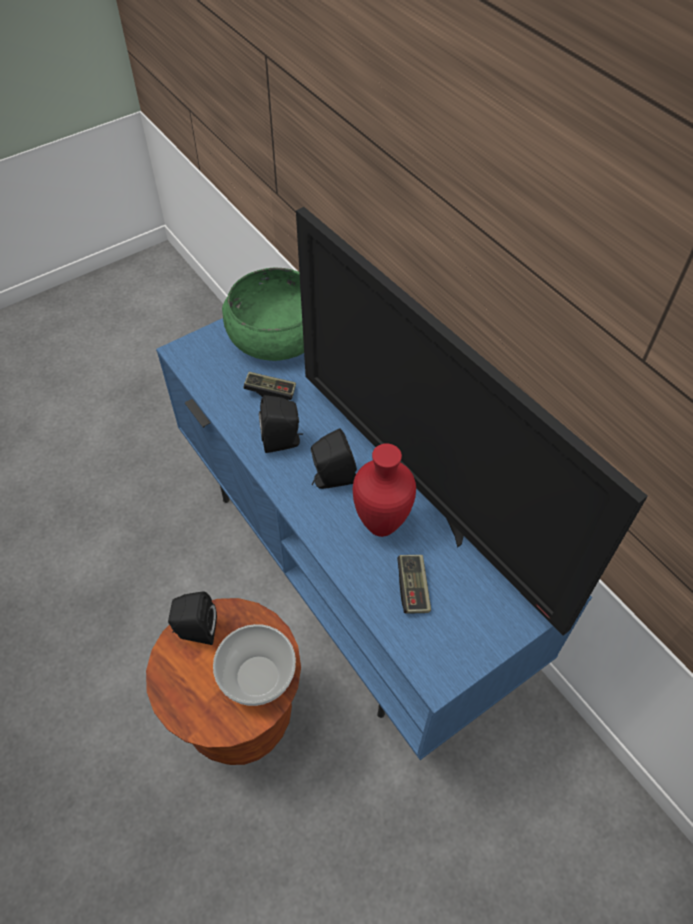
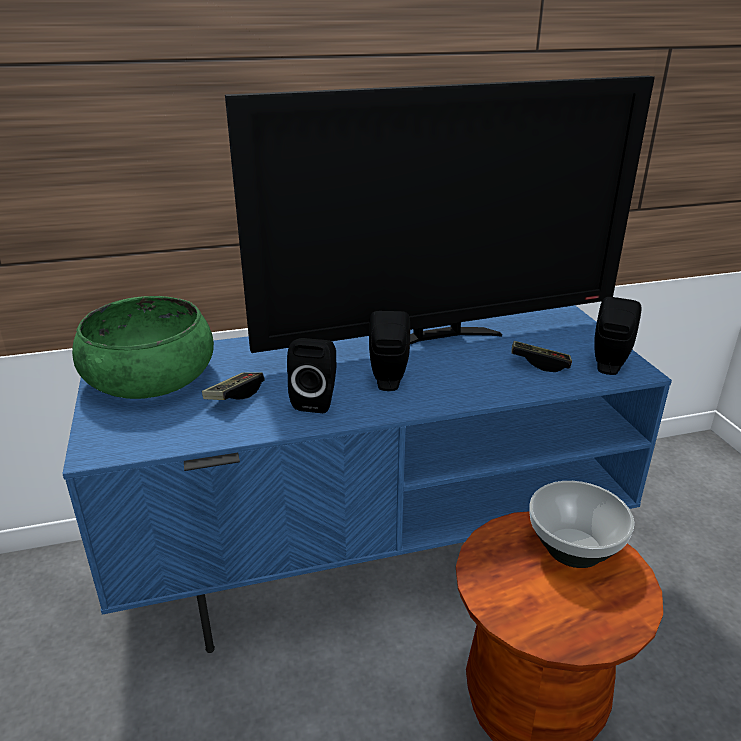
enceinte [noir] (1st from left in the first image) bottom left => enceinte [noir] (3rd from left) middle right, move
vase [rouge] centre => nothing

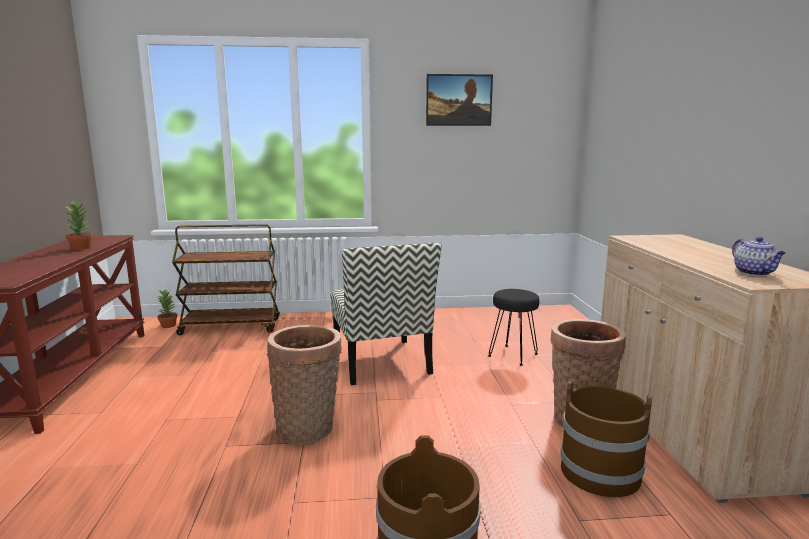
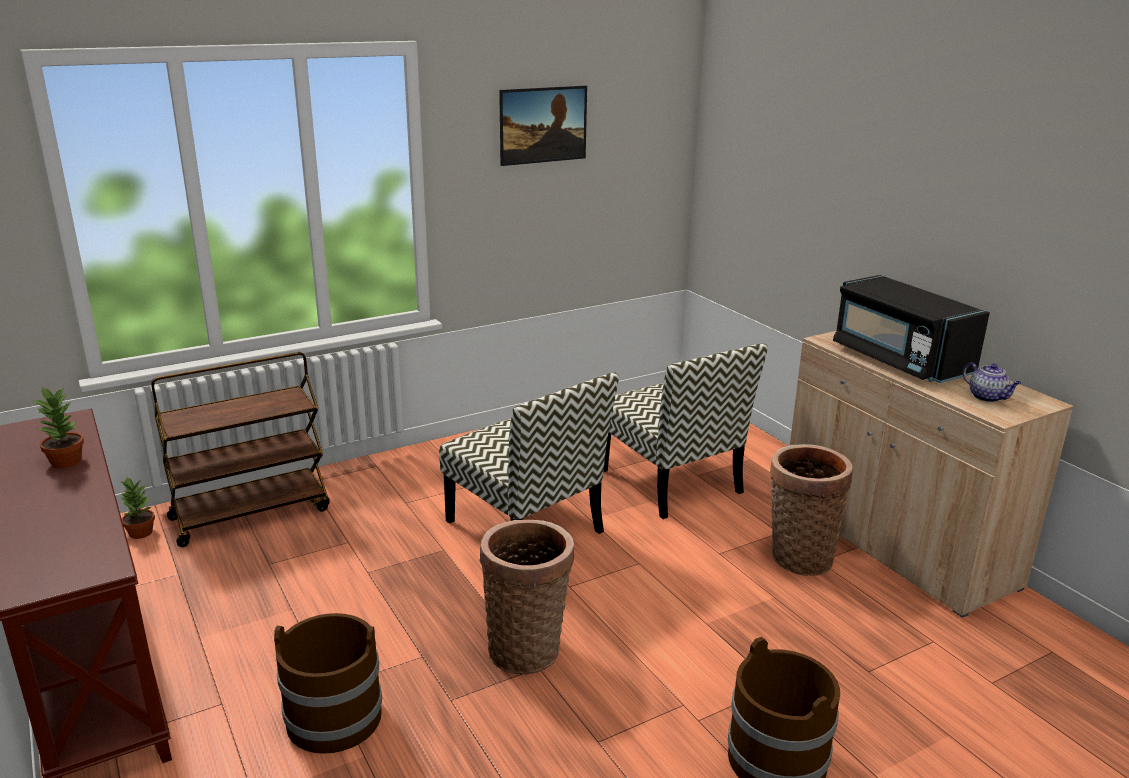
seau [marron] (2nd from left in the first image) bottom right => seau [marron] (1st from left) bottom left, move
tabouret [noir] centre => chaise (2nd from left) centre
nothing => micro-ondes [noir] middle right

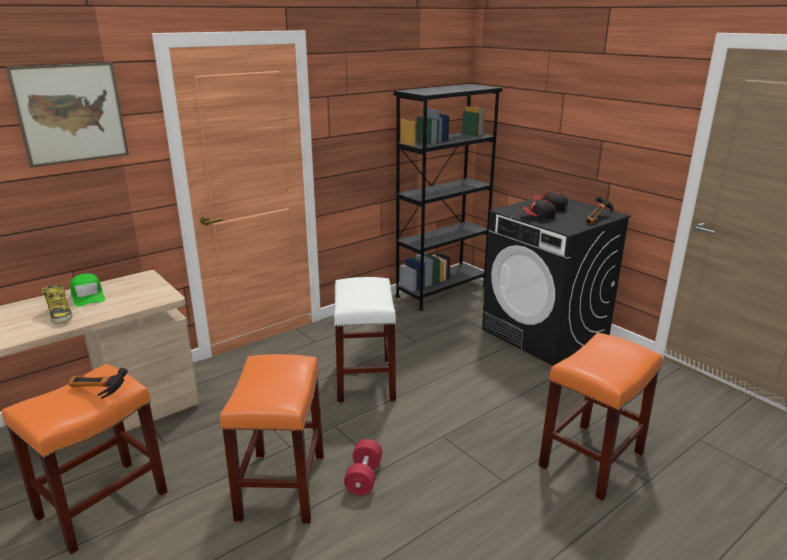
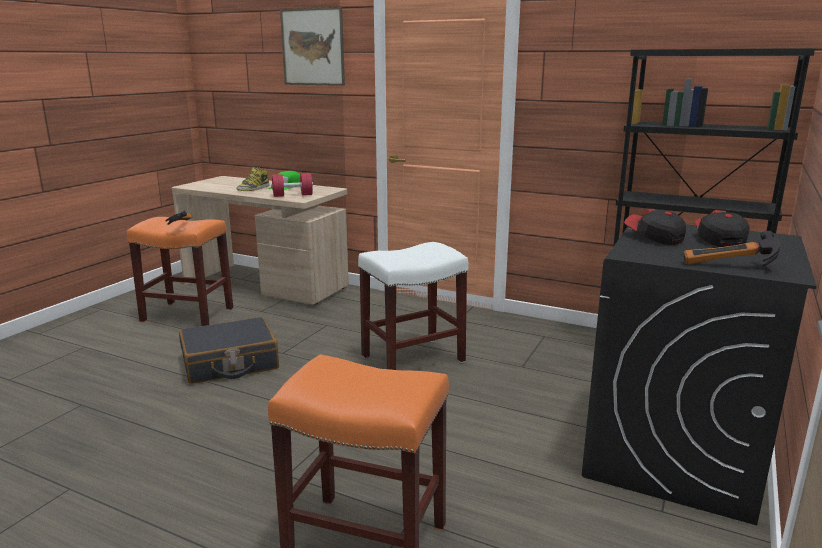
tabouret [orange] (2nd from left) bottom centre => valise [noir] middle left
haltère [rouge] bottom centre => haltère [rouge] centre, move

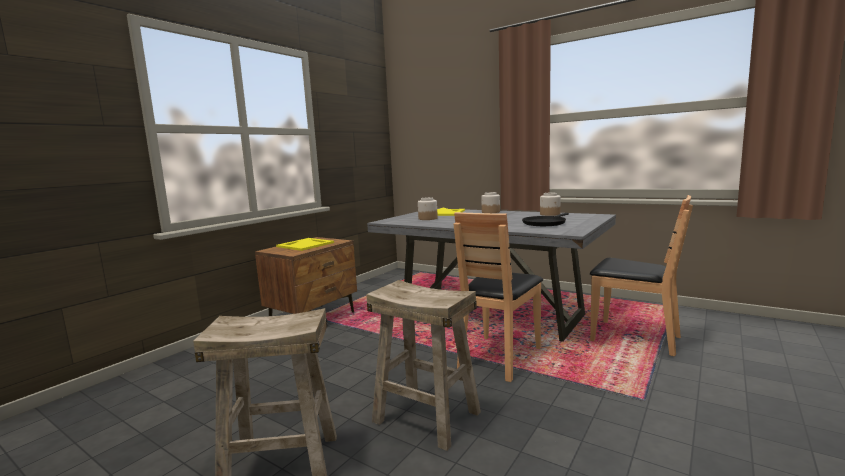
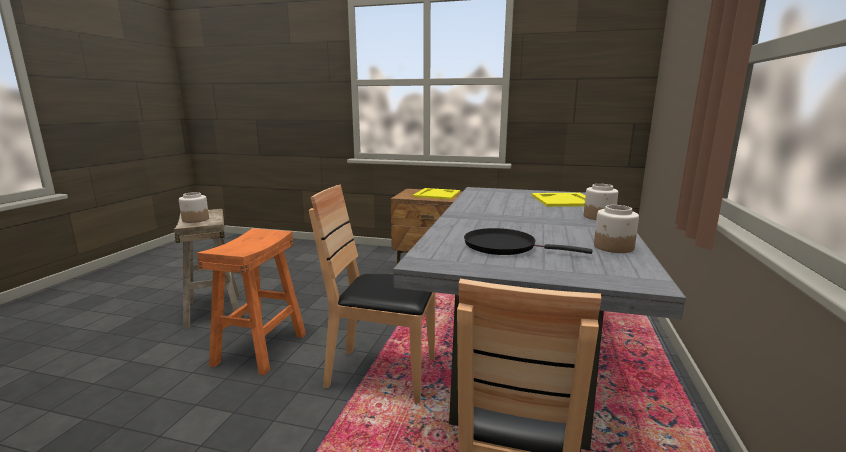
bocal (1st from left) centre => bocal (1st from left) middle left, move
tabouret [beige] (2nd from left) bottom centre => tabouret [orange] middle left

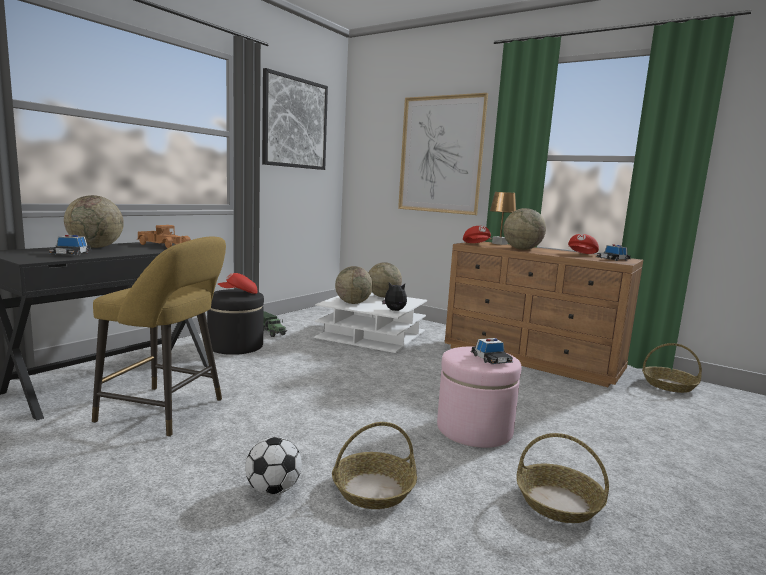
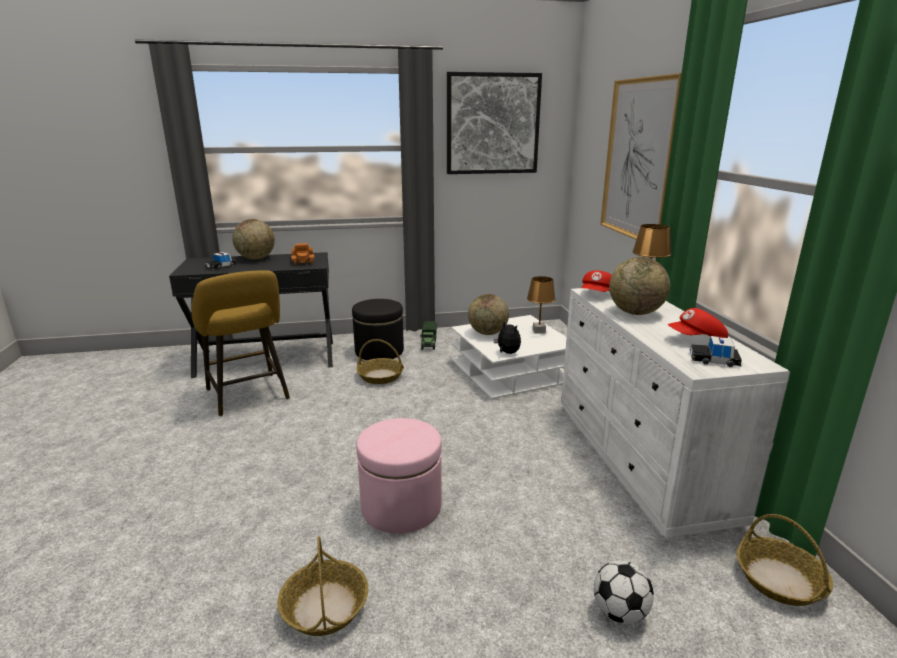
panier (1st from left in the first image) bottom centre => panier (2nd from left) centre, move
globe (3rd from left) centre => lampe de table [marron] (1st from left) centre
commode [marron] middle right => commode [blanc] middle right
ballon de foot bottom centre => ballon de foot bottom right, move
casquette [rouge] (1st from left) middle left => nothing
petite voiture (2nd from left) centre => nothing

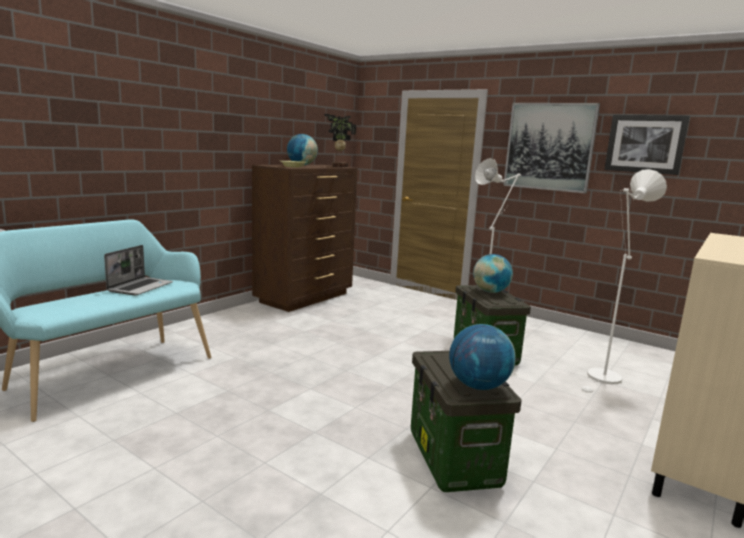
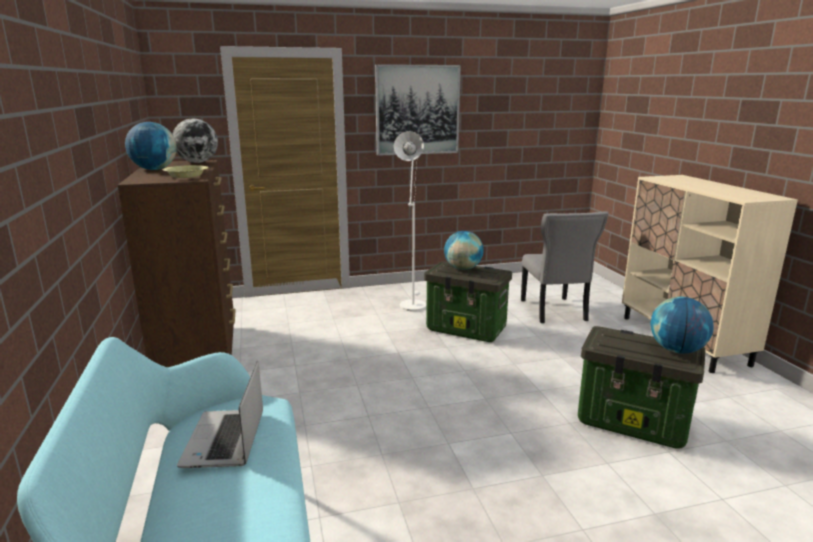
plante en pot top centre => globe (2nd from left) top left
ordinateur portable middle left => ordinateur portable bottom left, 150 degrees counterclockwise
lampadaire [blanc] (2nd from left) middle right => chaise [gris] middle right
tableau (2nd from left) top right => nothing

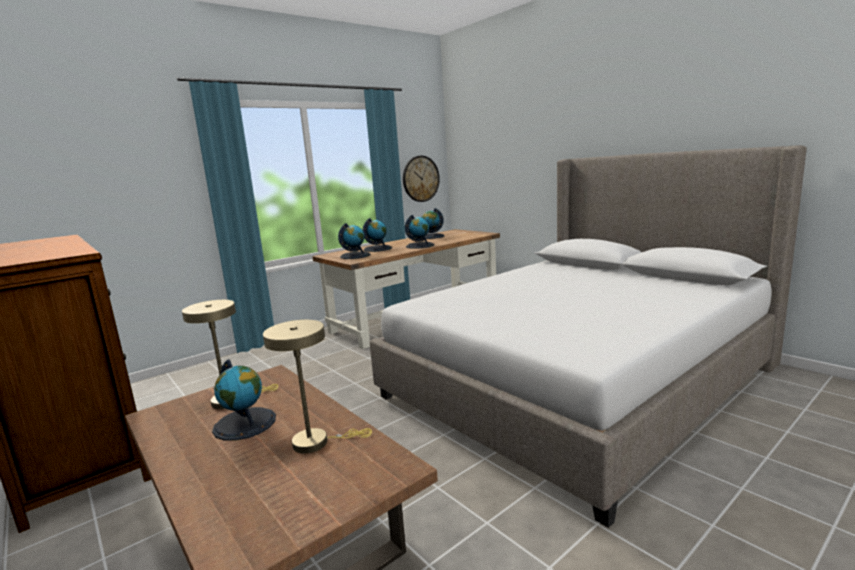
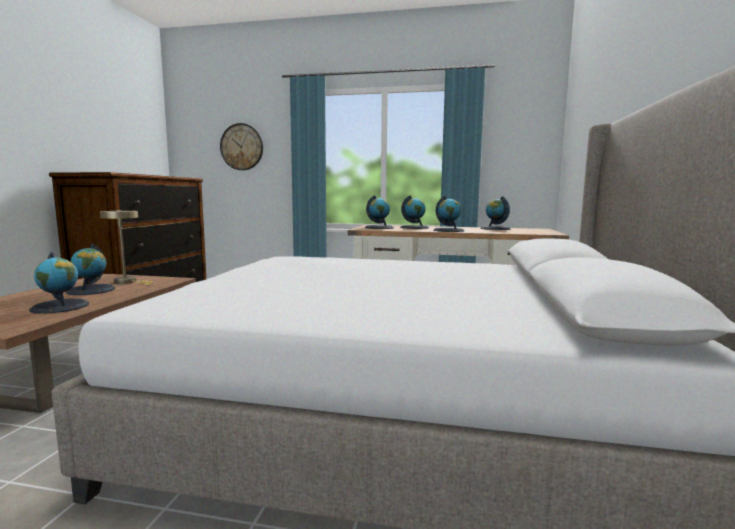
lampe de table [beige] (2nd from left) bottom centre => globe (1st from left) middle left
horloge murale top centre => horloge murale top left, move

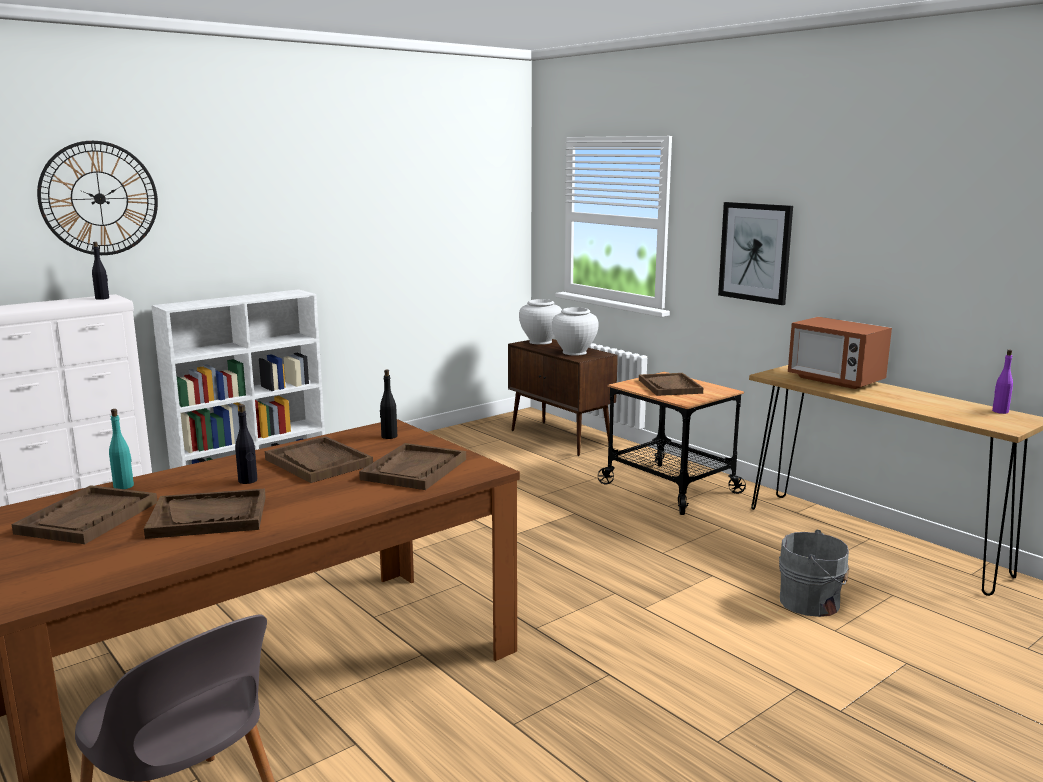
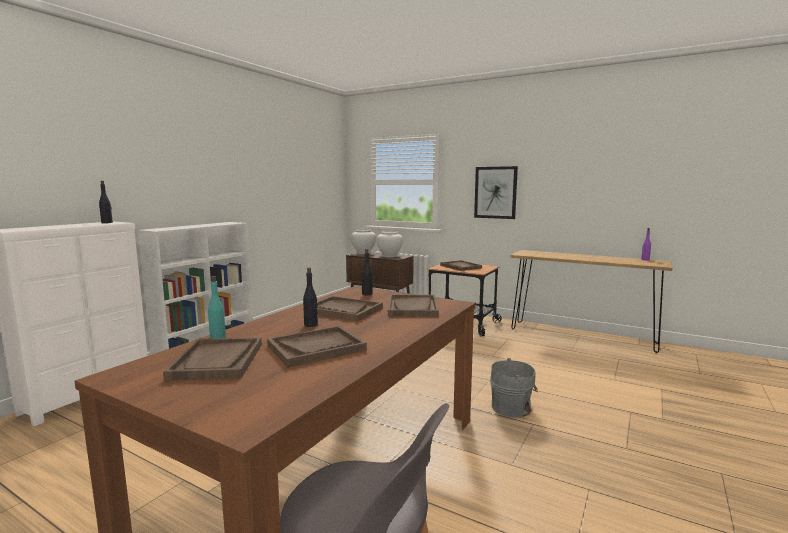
seau [gris] bottom right => seau [gris] bottom centre, move
horloge murale top left => nothing
micro-ondes middle right => nothing

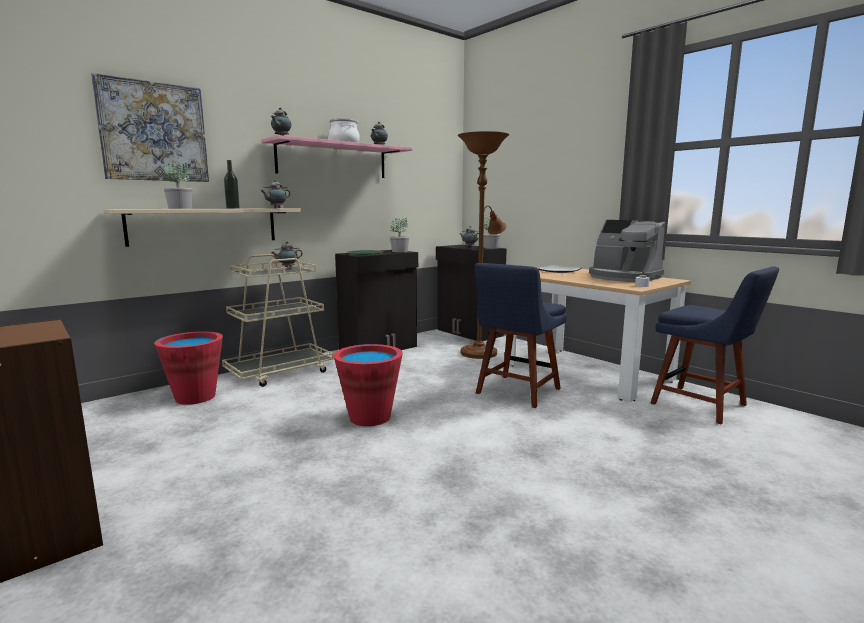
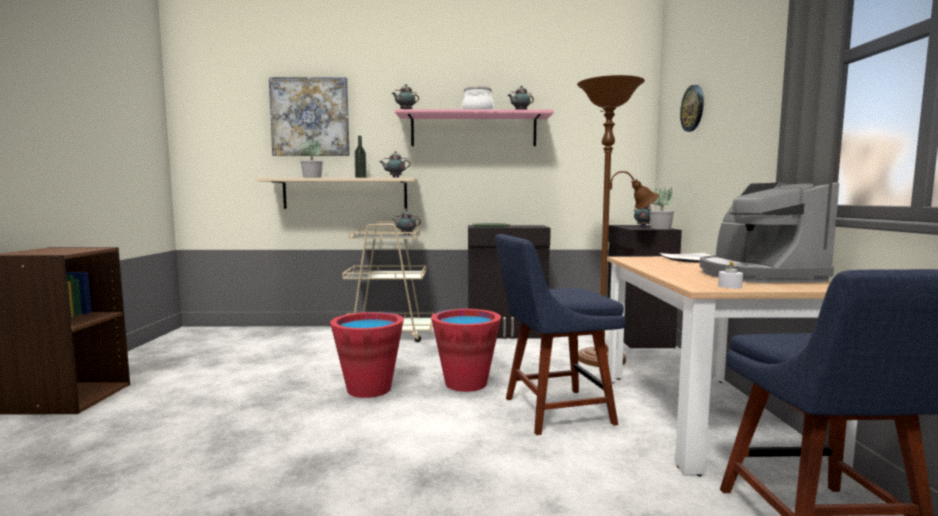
seau [rouge] (1st from left in the first image) middle left => seau [rouge] (2nd from left) bottom centre, move
nothing => horloge murale top right
plante en pot (2nd from left) centre => nothing

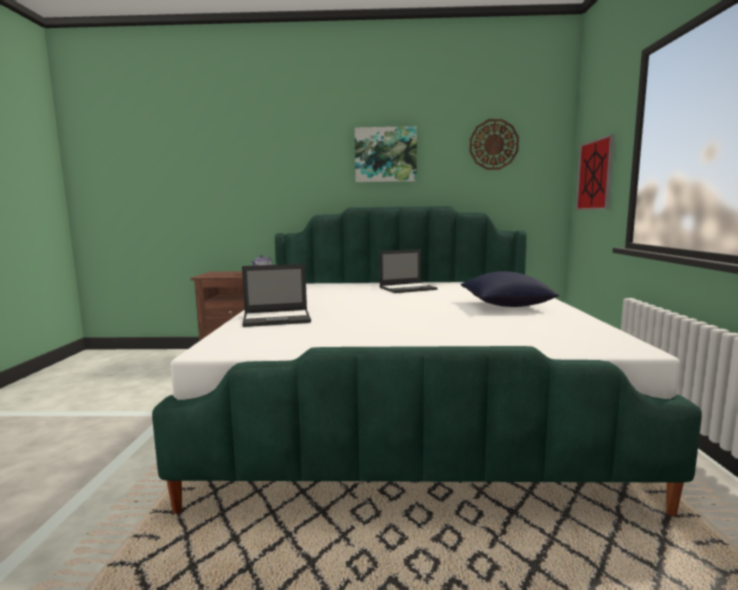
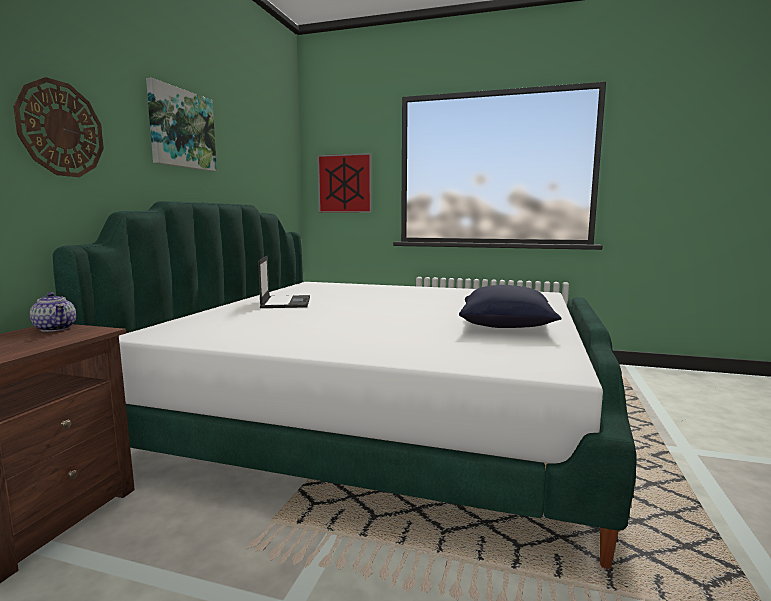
horloge murale top right => horloge murale top left, move
coussin [bleu] middle right => coussin [bleu] centre, move
ordinateur portable (1st from left) centre => nothing

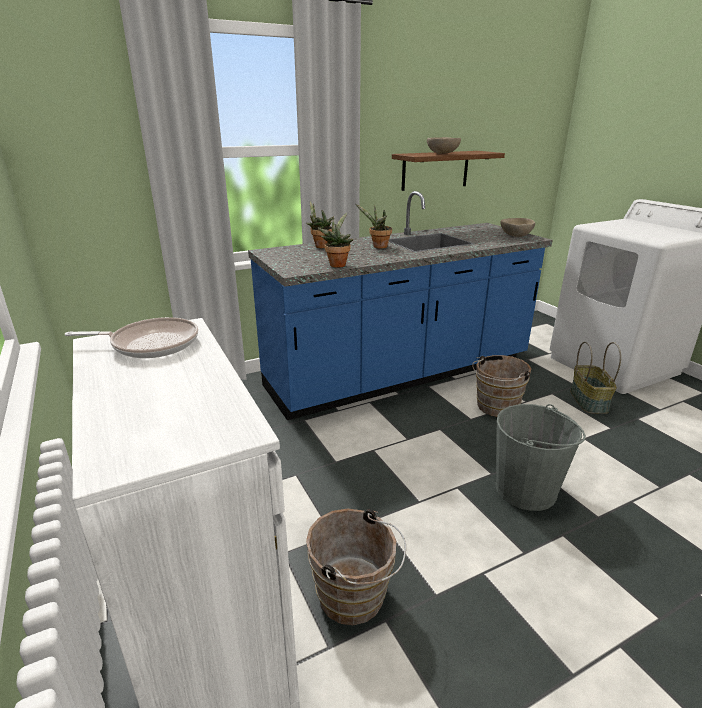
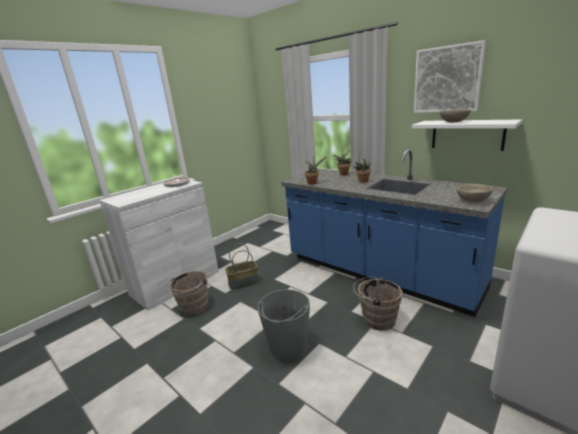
panier middle right => panier centre, move
étagère [marron] top centre => étagère [blanc] top right
nothing => tableau top right

